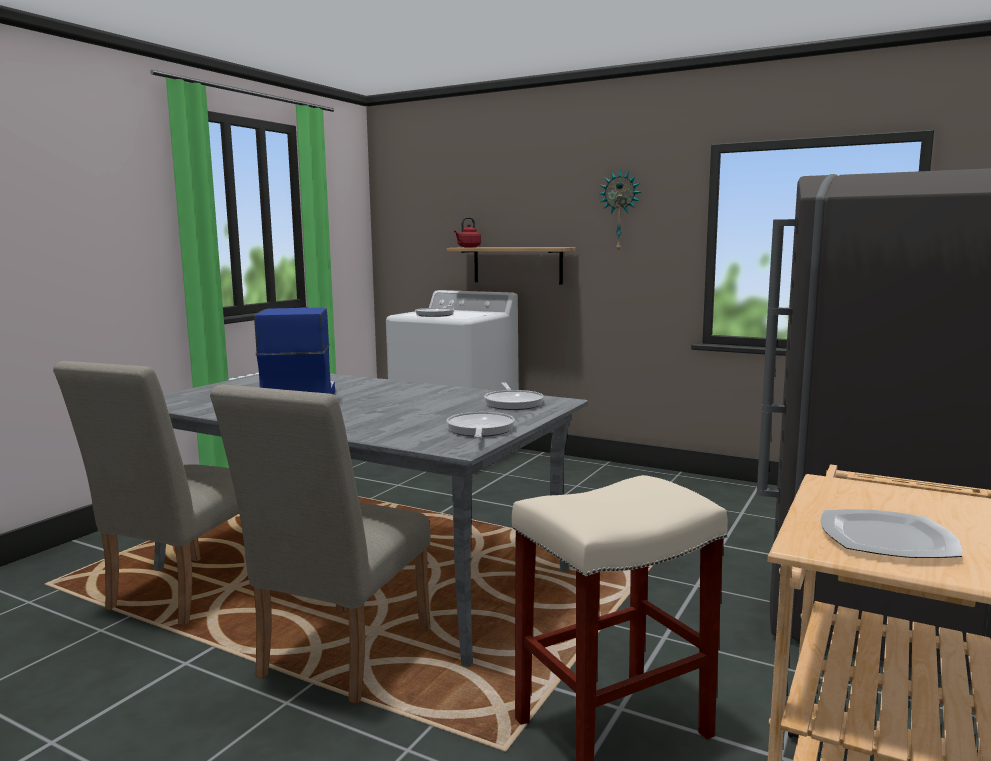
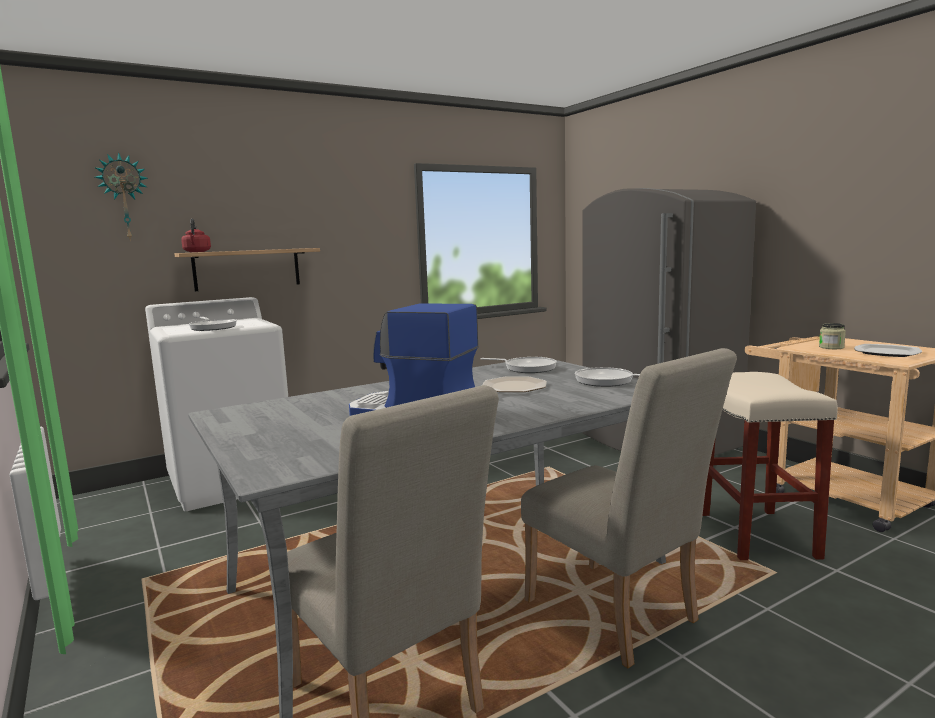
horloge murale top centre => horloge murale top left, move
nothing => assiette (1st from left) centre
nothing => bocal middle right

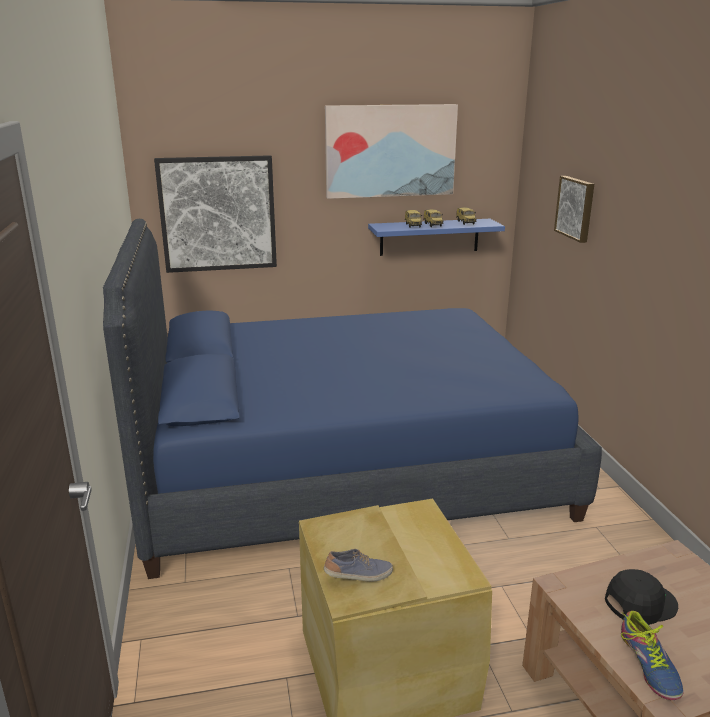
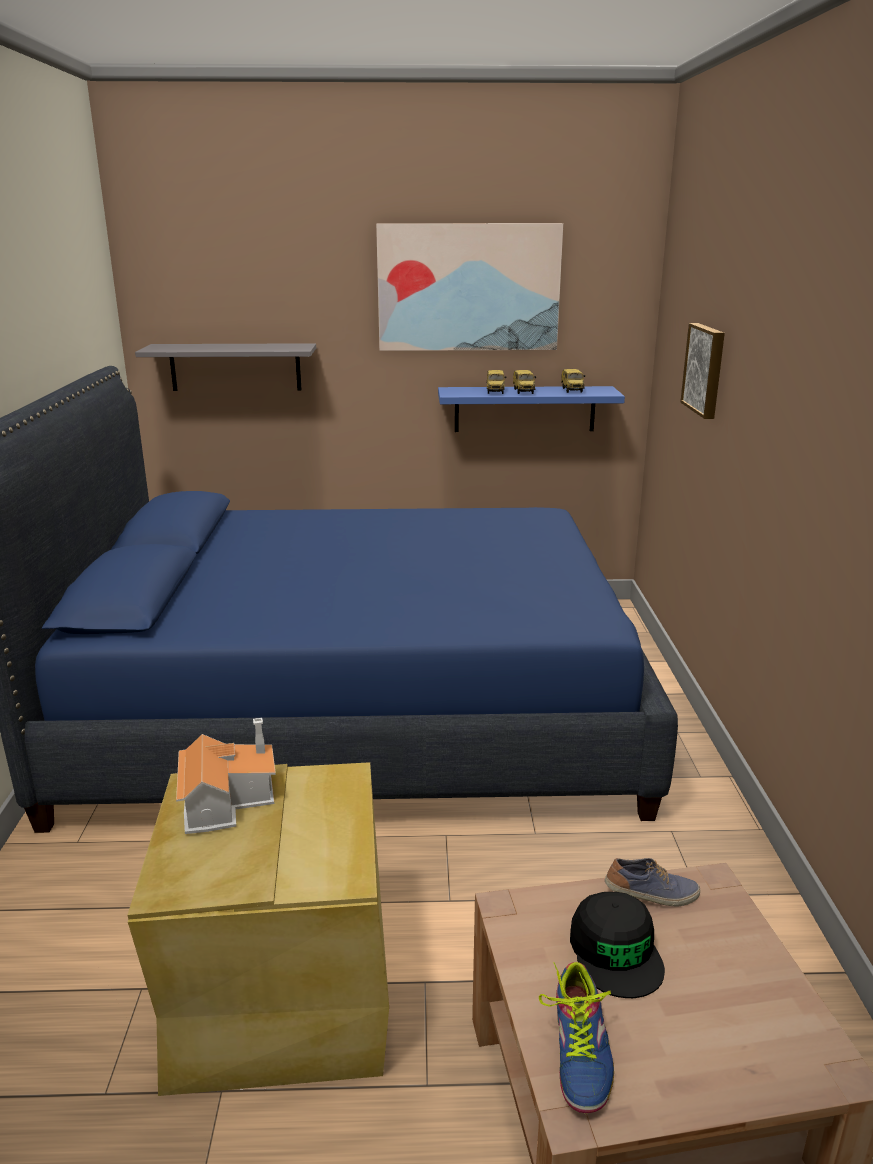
tableau (1st from left) top left => étagère [gris] top left
nothing => maison miniature bottom left
casquette [noir] bottom right, 90 degrees clockwise
chaussure (1st from left in the first image) bottom centre => chaussure (2nd from left) bottom right, move

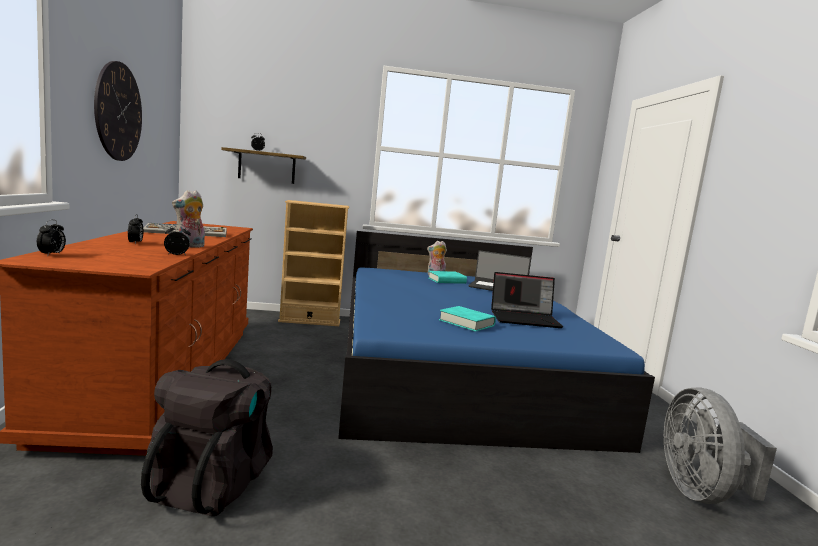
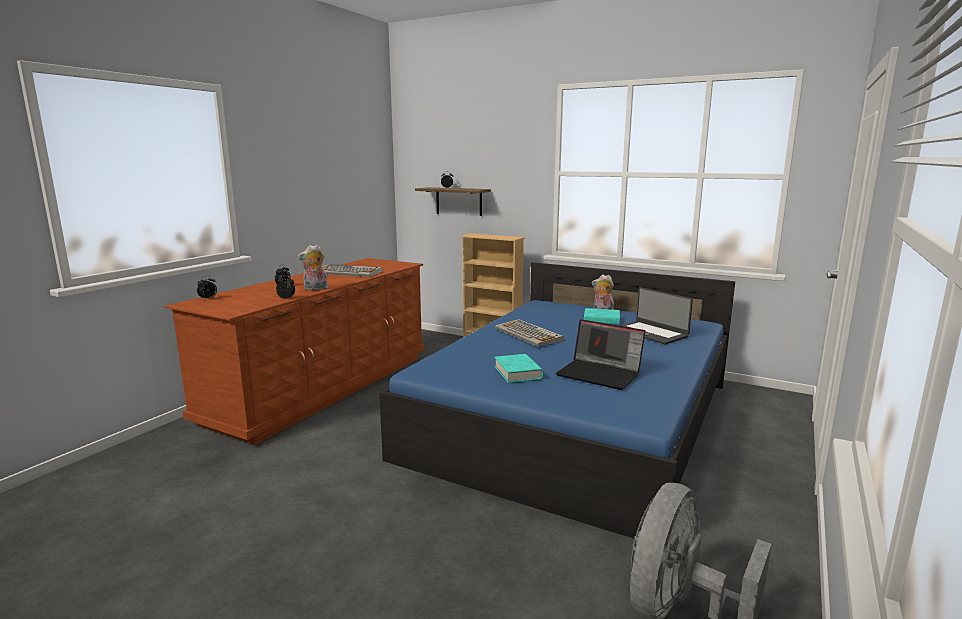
nothing => clavier (2nd from left) centre
horloge murale top left => nothing
sac à dos [noir] bottom left => nothing

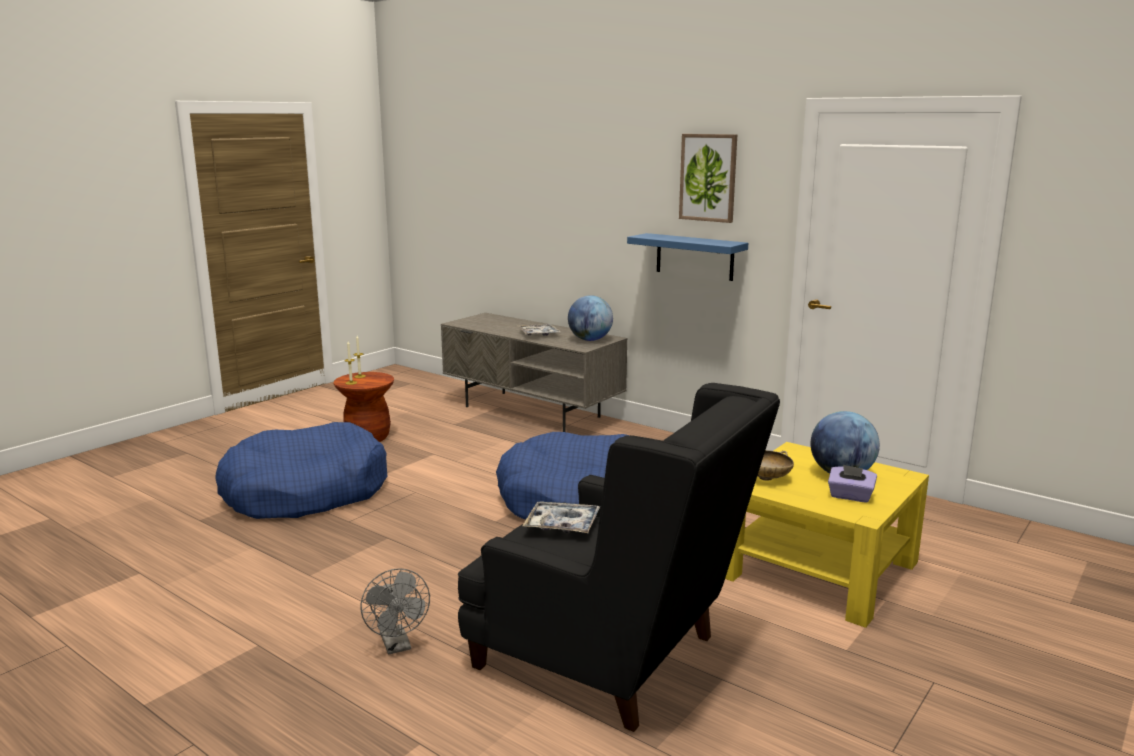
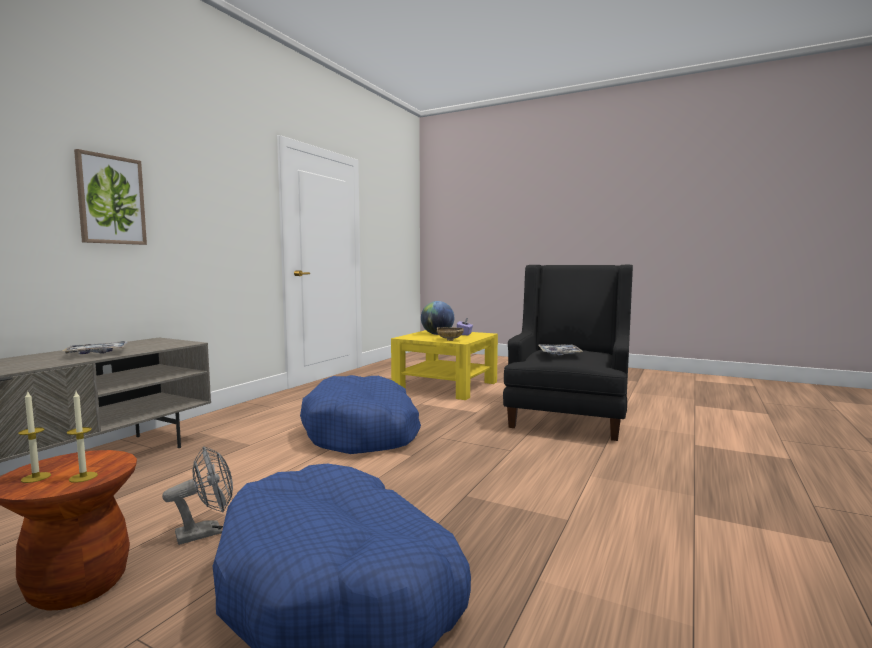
tableau top centre => tableau top left, move
ventilateur [gris] bottom centre => ventilateur [gris] bottom left, move
globe (1st from left) centre => nothing
étagère [bleu] centre => nothing

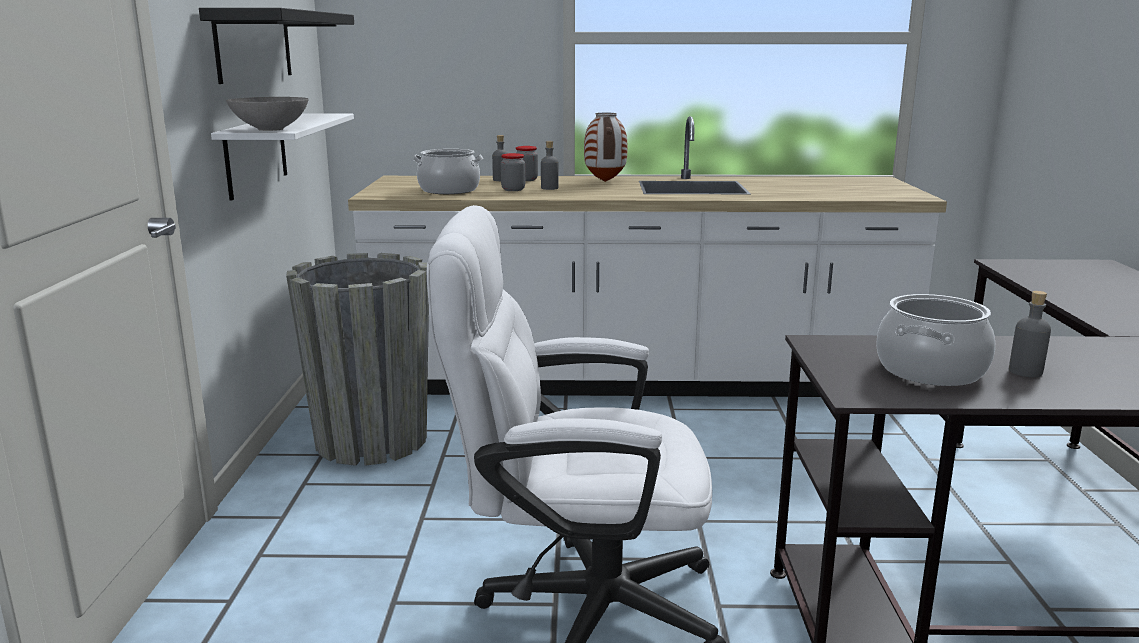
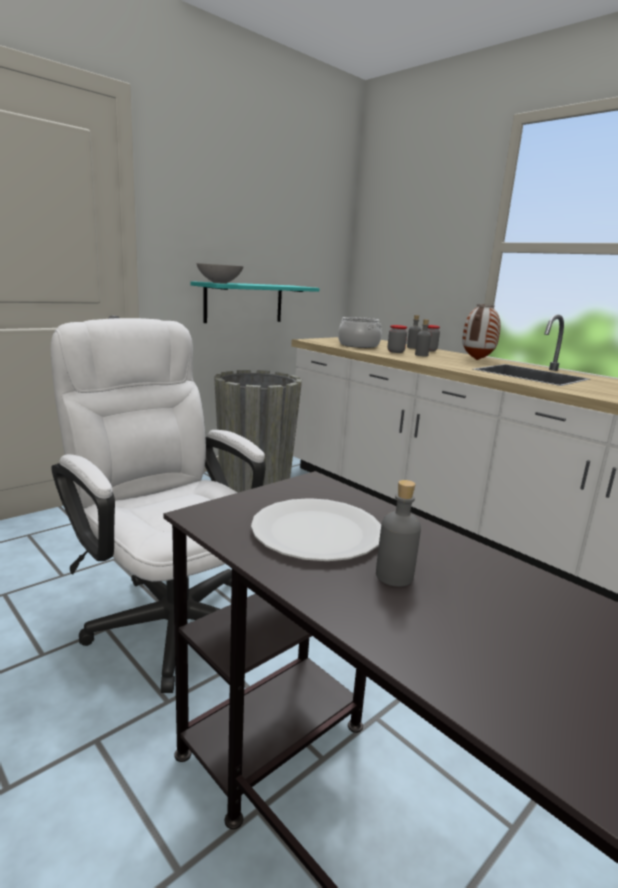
étagère [blanc] top left => étagère [turquoise] centre
marmite (2nd from left) middle right => assiette [blanc] centre
étagère [noir] top left => nothing

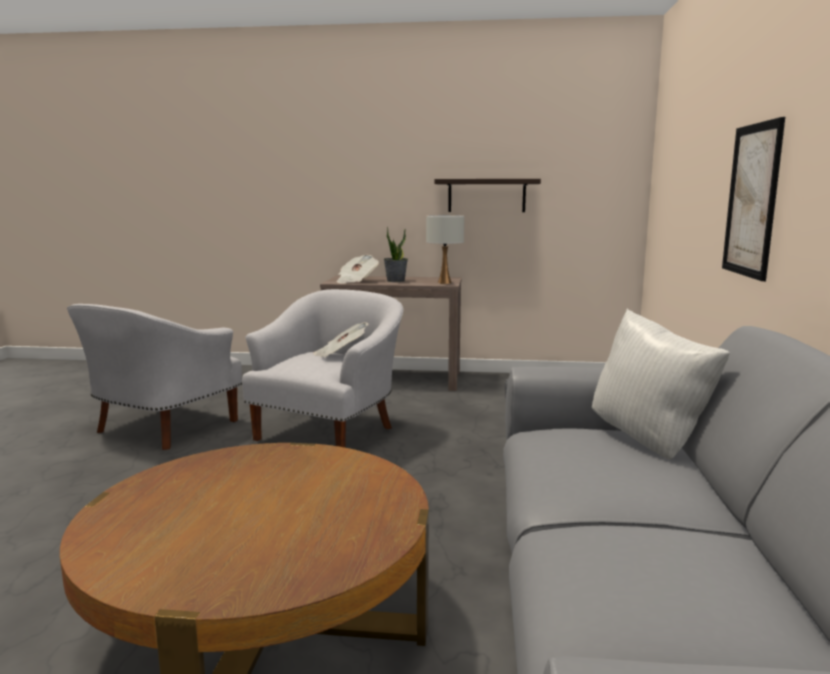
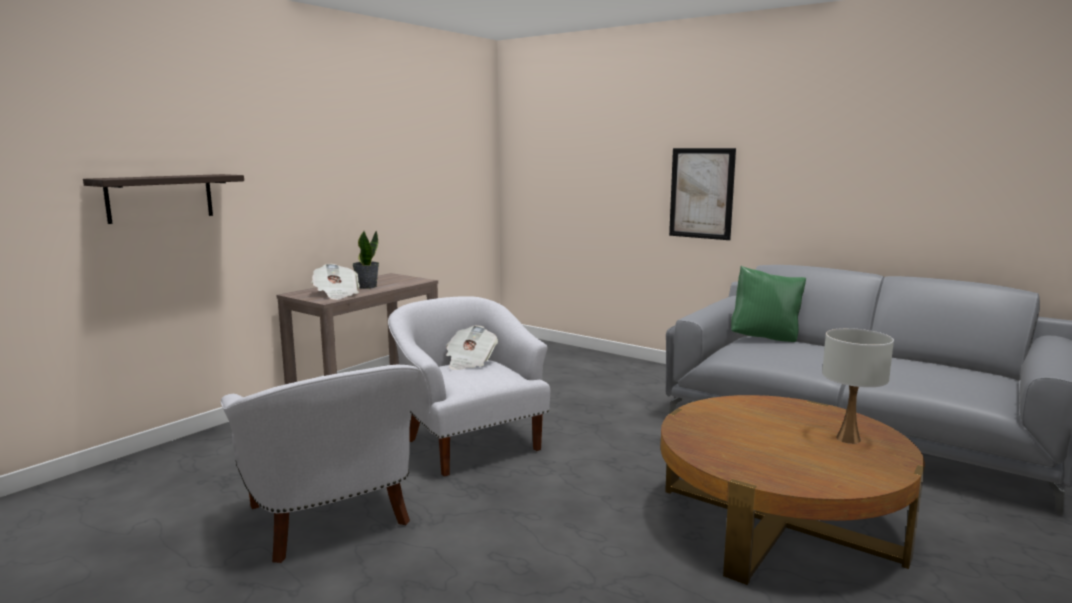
étagère top centre => étagère top left, move
coussin [blanc] middle right => coussin [vert] middle right
lampe de table [blanc] centre => lampe de table [blanc] middle right, move

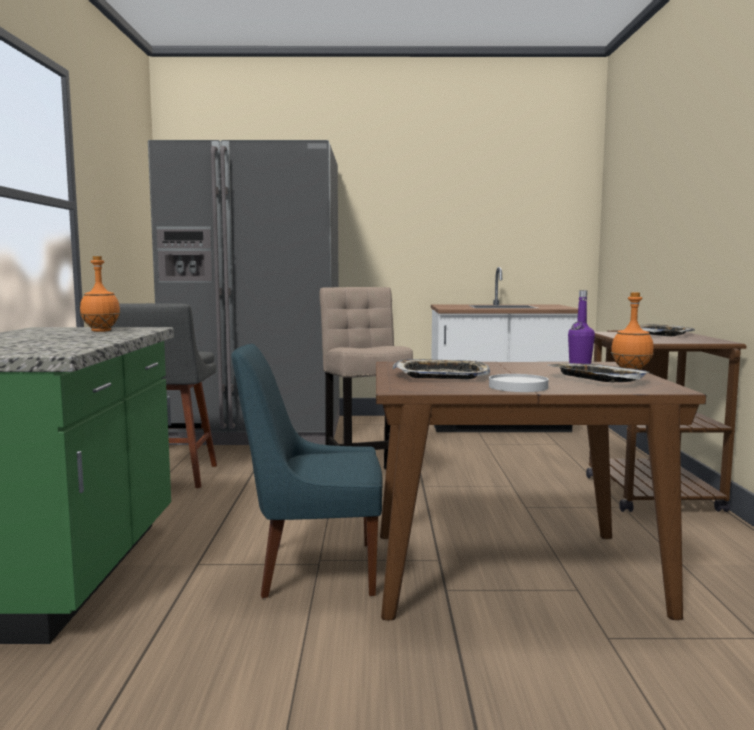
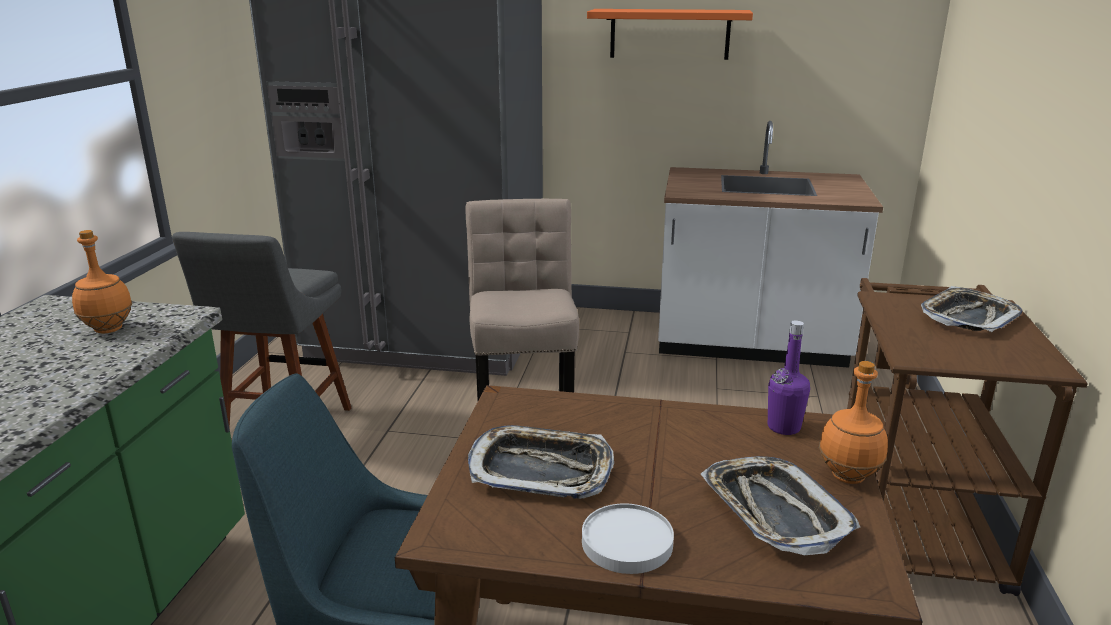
nothing => étagère [orange] top centre

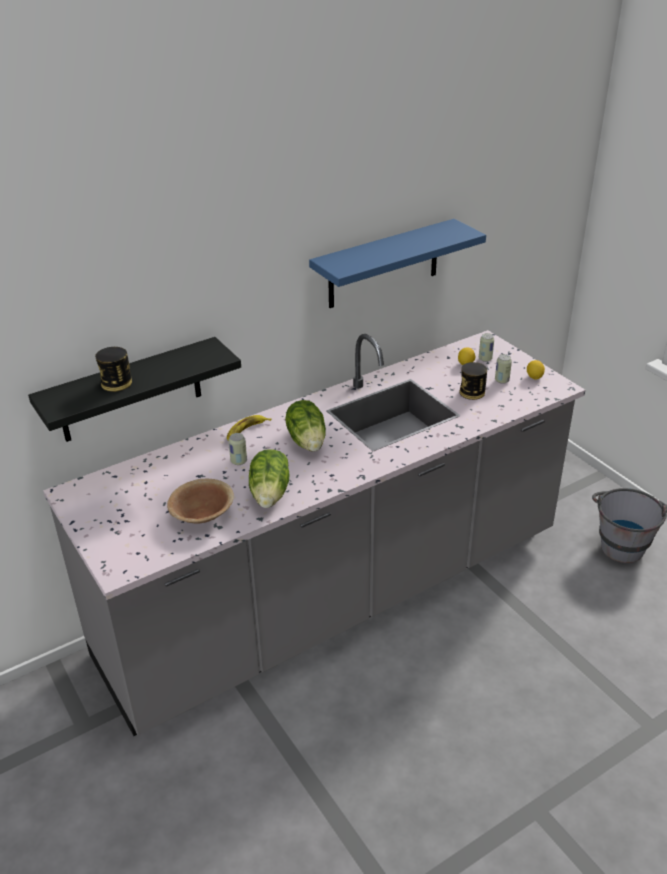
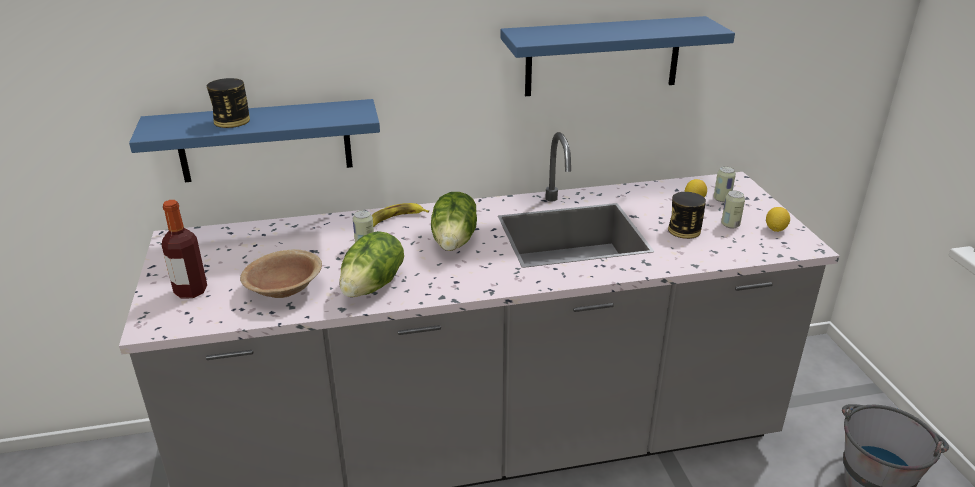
étagère [noir] middle left => étagère [bleu] (1st from left) top left
nothing => bouteille middle left

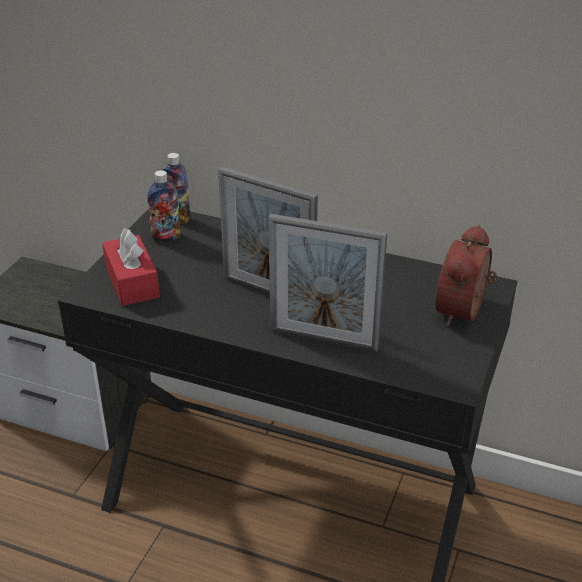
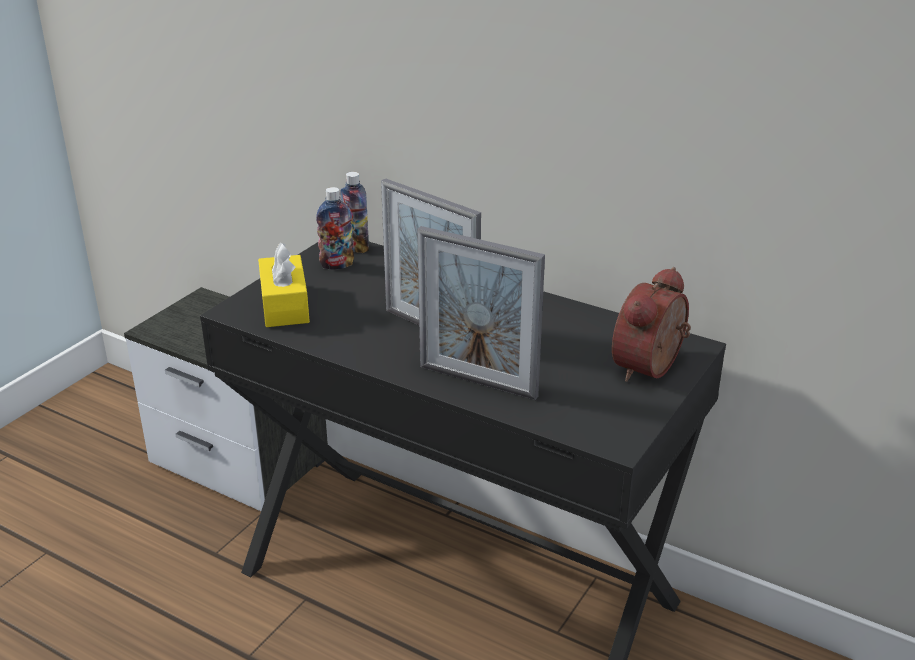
boîte à mouchoirs [rouge] middle left => boîte à mouchoirs [jaune] middle left

